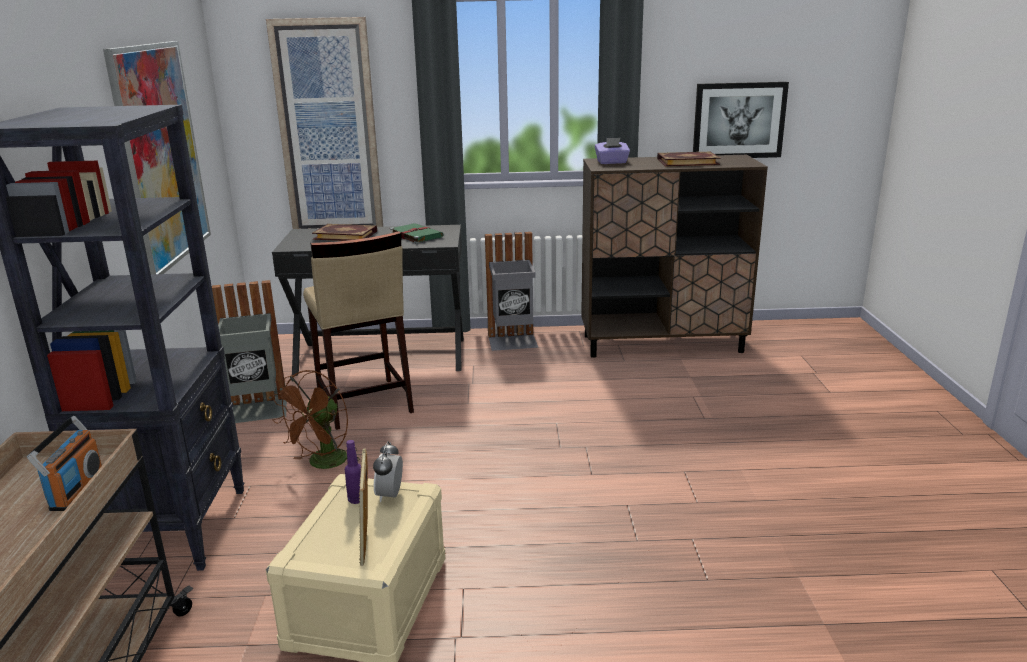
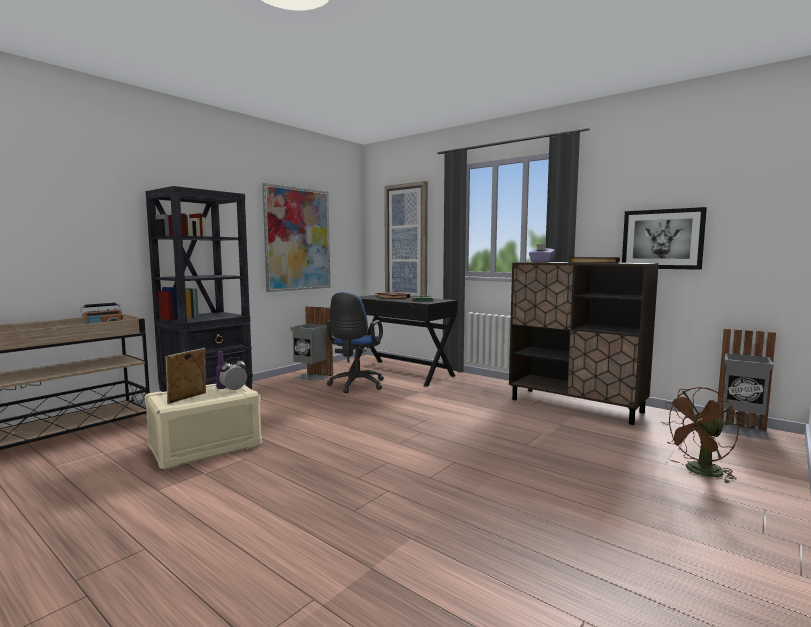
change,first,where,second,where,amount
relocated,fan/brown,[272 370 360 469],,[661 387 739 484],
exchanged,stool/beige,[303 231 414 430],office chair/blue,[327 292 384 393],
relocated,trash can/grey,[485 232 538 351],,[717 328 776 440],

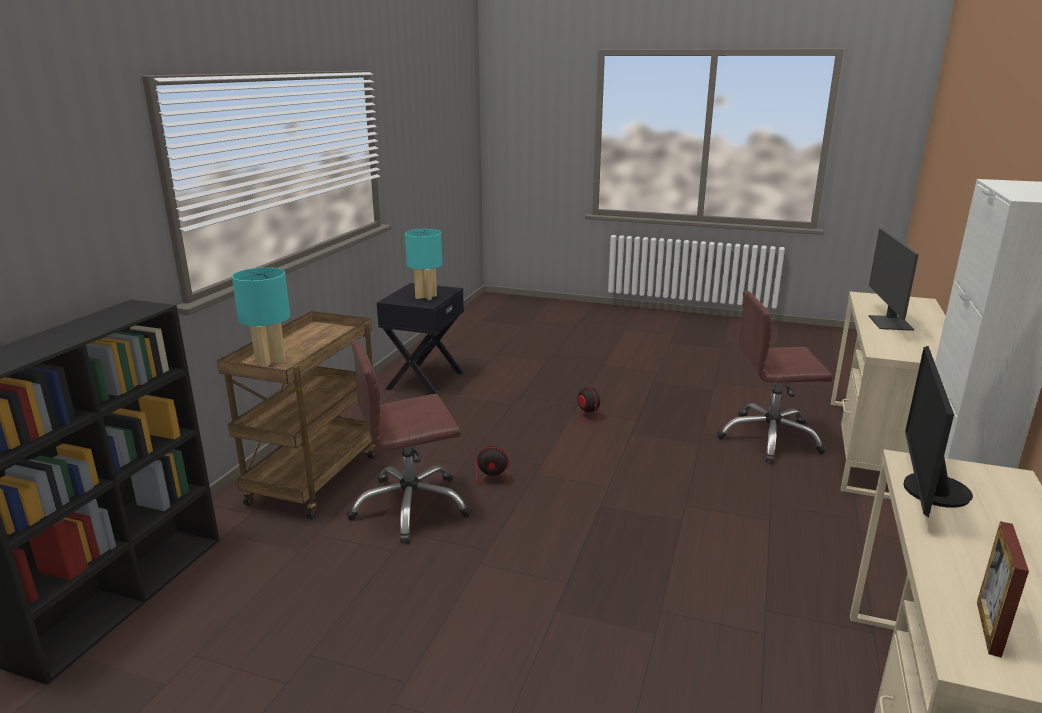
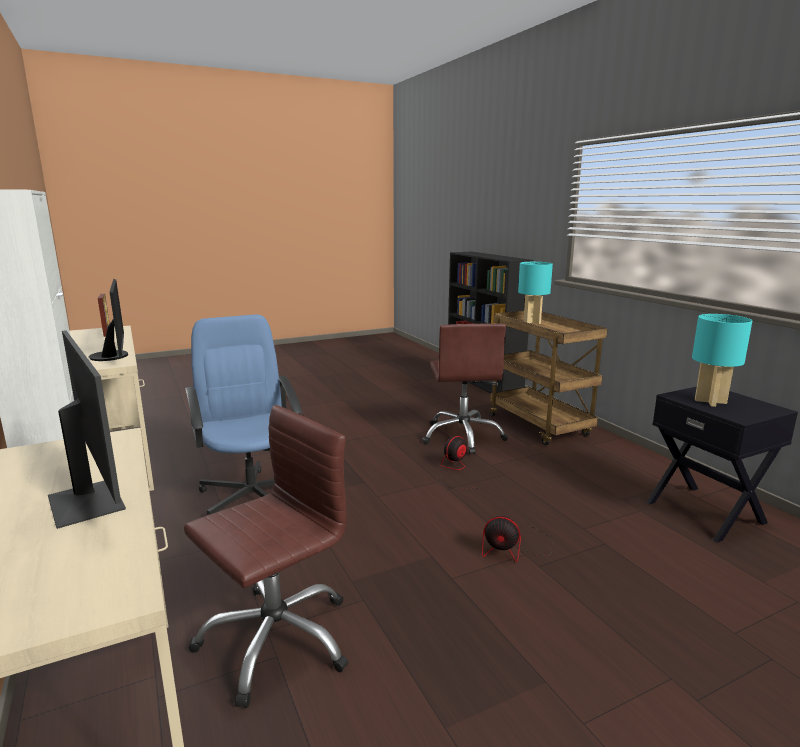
change,first,where,second,where,amount
spun,office chair/brown,[347 339 472 543],,[422 324 508 454],150 degrees clockwise
appeared,,,office chair/blue,[185 314 302 515],

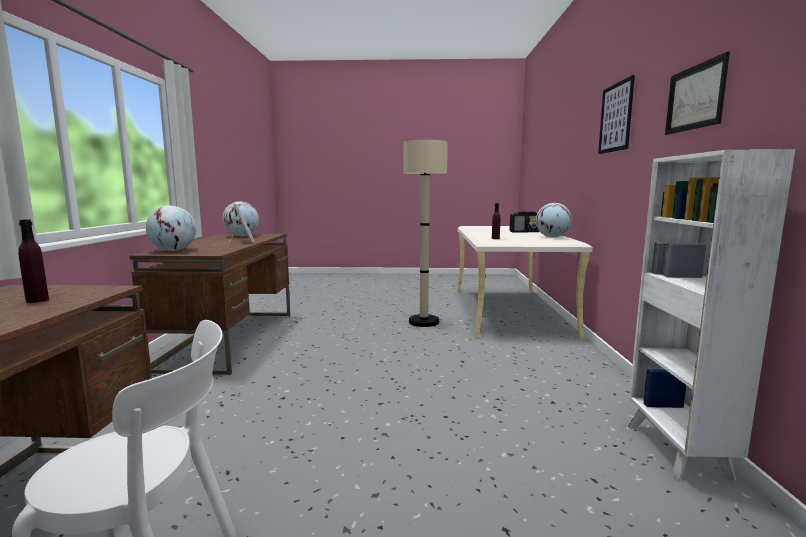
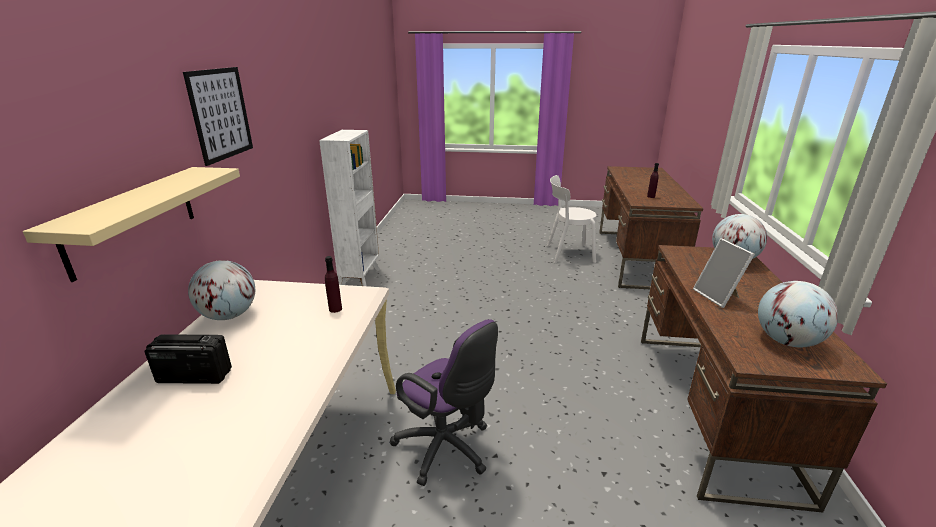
change,first,where,second,where,amount
exchanged,floor lamp/beige,[403 140 448 327],office chair/purple,[390 319 498 486],
missing,picture,[665 52 730 135],,,
appeared,,,shelf/beige,[23 167 240 282],

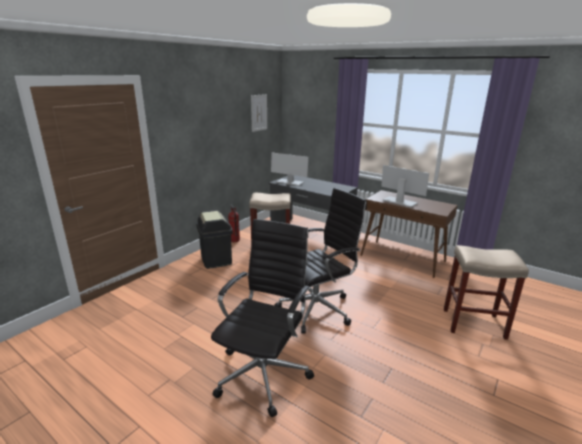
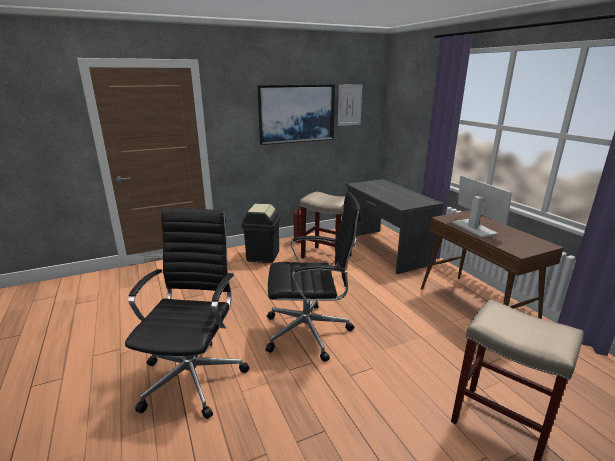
change,first,where,second,where,amount
spun,office chair/black,[211 219 314 417],,[125 208 250 419],45 degrees counterclockwise
missing,monitor,[271 153 309 186],,,
appeared,,,picture,[257 84 335 145],

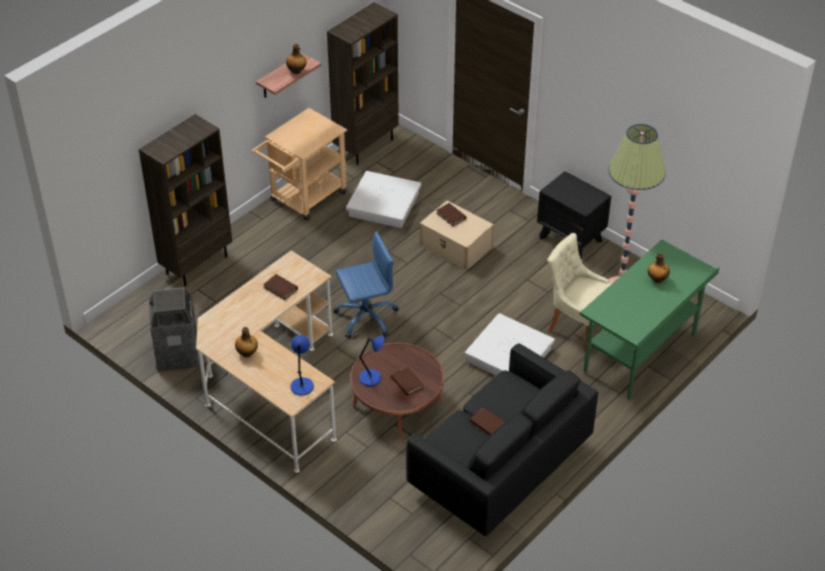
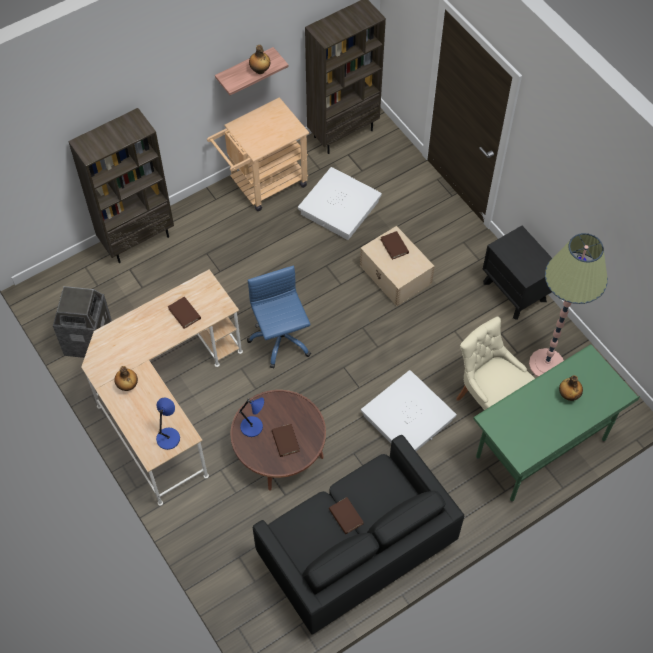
change,first,where,second,where,amount
spun,office chair/blue,[334 231 399 338],,[247 266 311 368],105 degrees counterclockwise

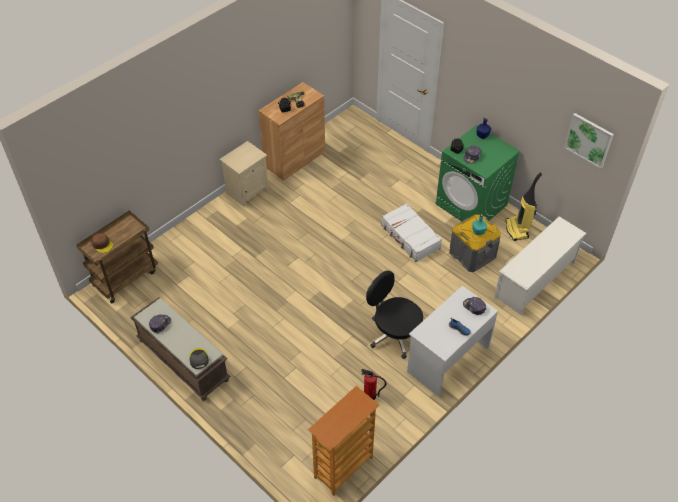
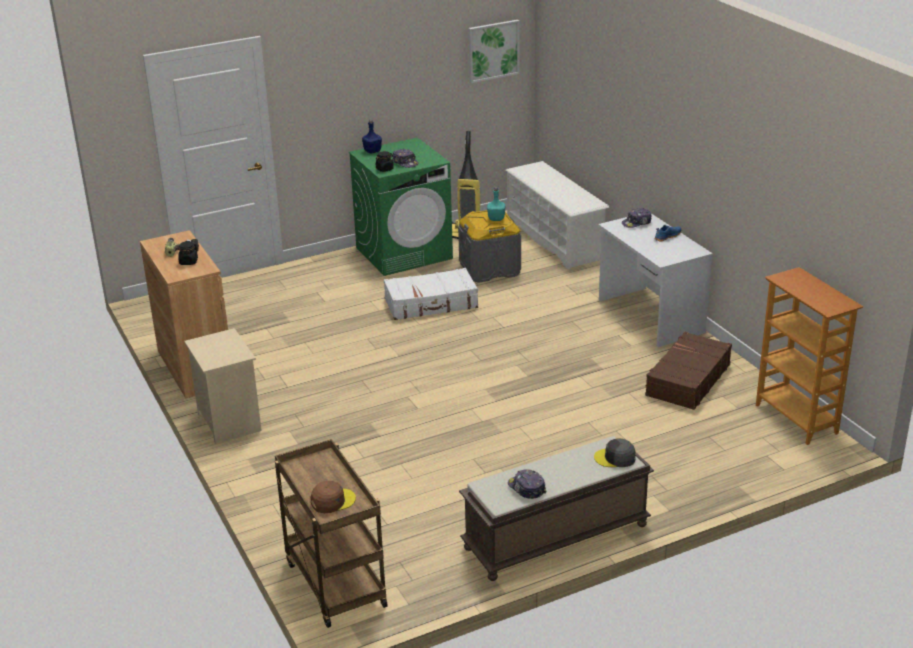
change,first,where,second,where,amount
exchanged,fire extinguisher,[361 369 386 400],suitcase/brown,[645 332 732 410],
missing,office chair/black,[366 271 423 359],,,

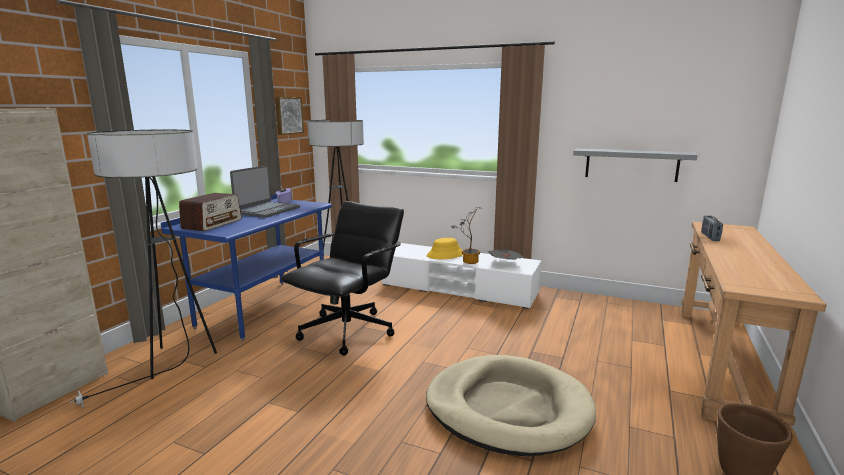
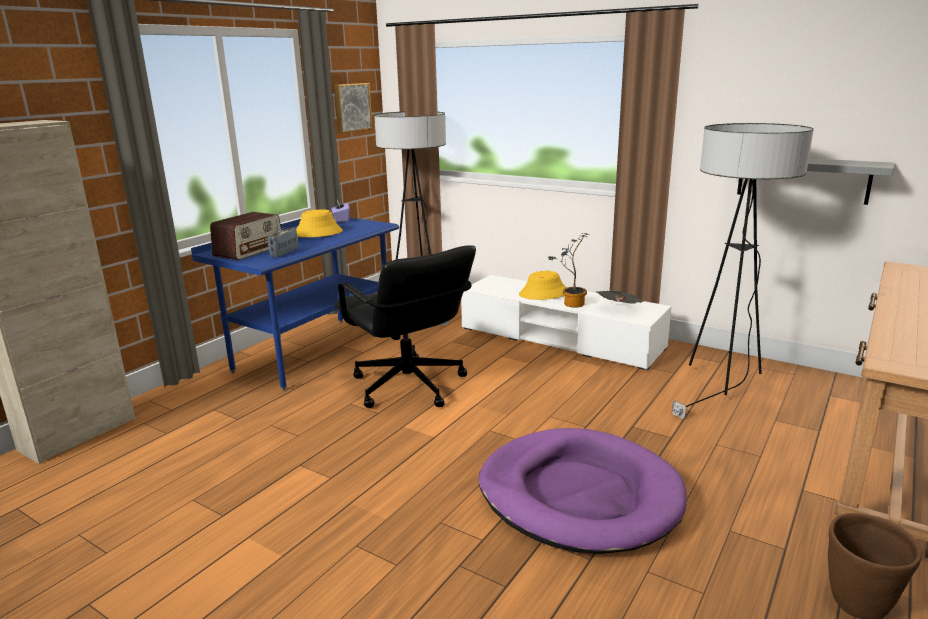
change,first,where,second,where,amount
relocated,floor lamp,[69 129 217 408],,[671 123 814 419],
exchanged,laptop,[230 165 300 218],hat/yellow,[296 209 343 237],
spun,office chair/black,[281 201 404 355],,[334 245 476 408],105 degrees clockwise
colour,dog bed/beige,[426 355 596 456],dog bed/purple,[479 428 687 554],
relocated,radio,[701 216 723 241],,[268 228 298 258],

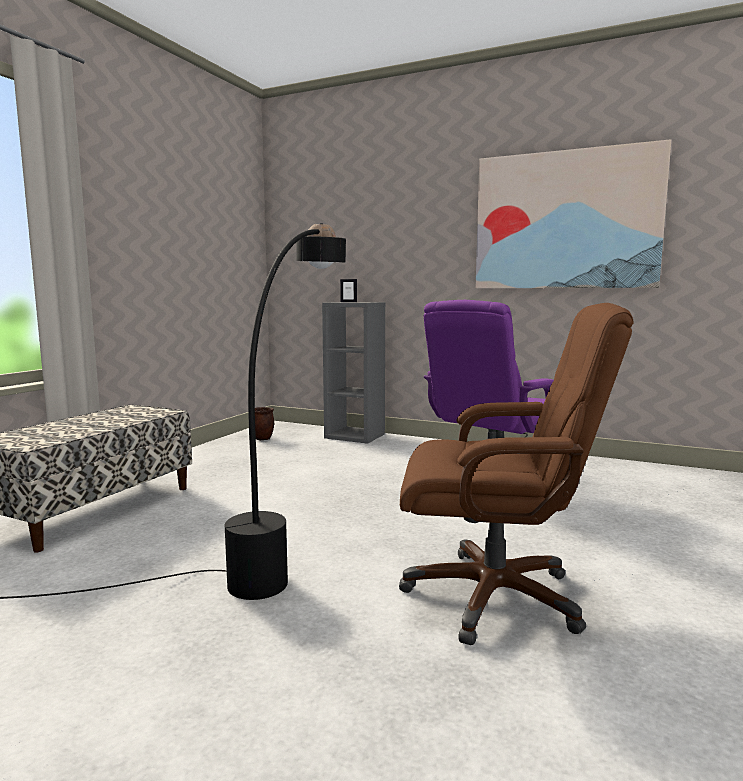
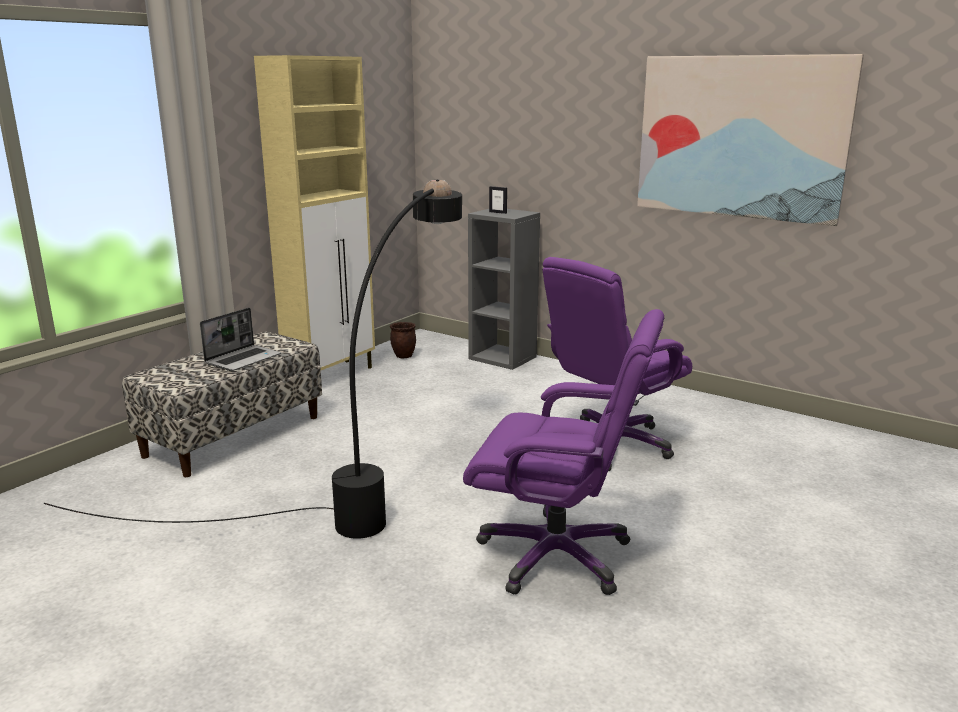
change,first,where,second,where,amount
colour,office chair/brown,[399 303 634 645],office chair/purple,[463 309 664 595],
appeared,,,laptop,[200 308 281 371],
appeared,,,cabinet/beige,[254 55 375 370],

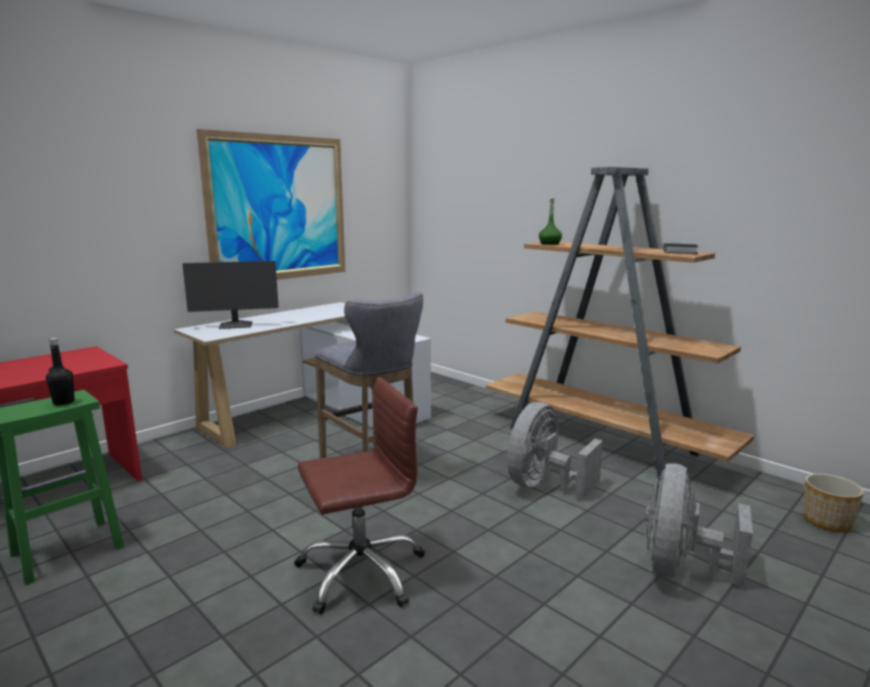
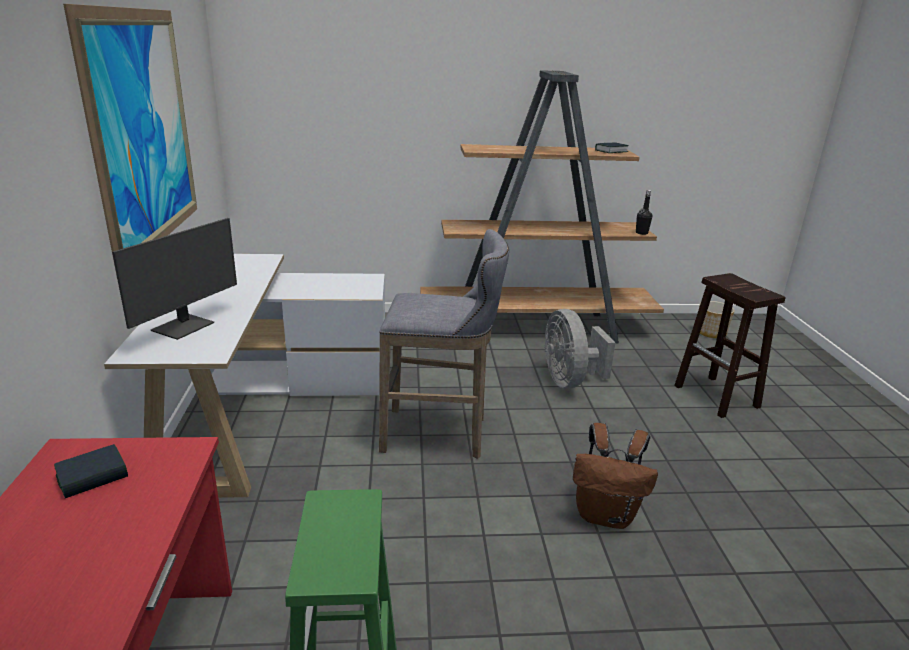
change,first,where,second,where,amount
relocated,bottle/black,[46 338 75 406],,[636 190 652 235],
exchanged,office chair/brown,[294 377 425 614],backpack/brown,[573 423 658 529],
missing,bottle/green,[539 199 562 245],,,
exchanged,fan/grey,[645 463 753 587],stool/brown,[674 273 785 418],
appeared,,,book,[54 444 128 498],

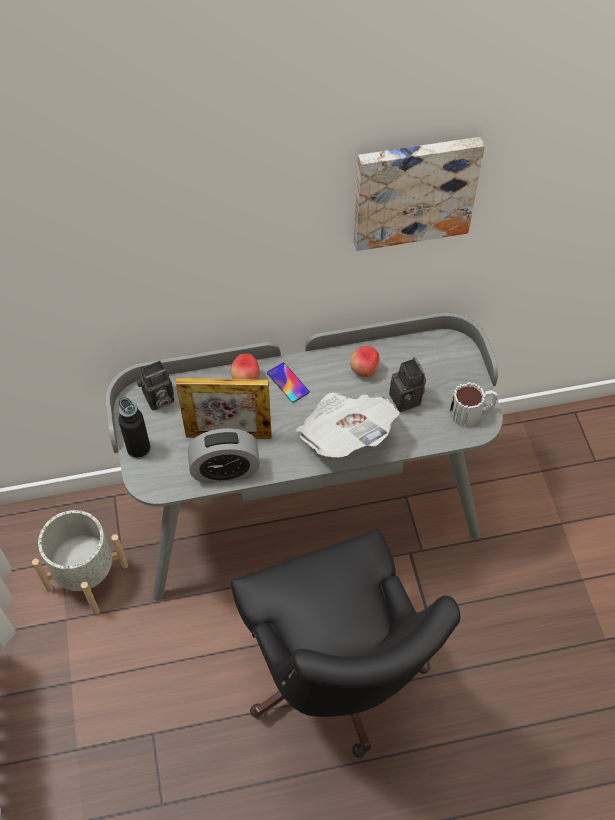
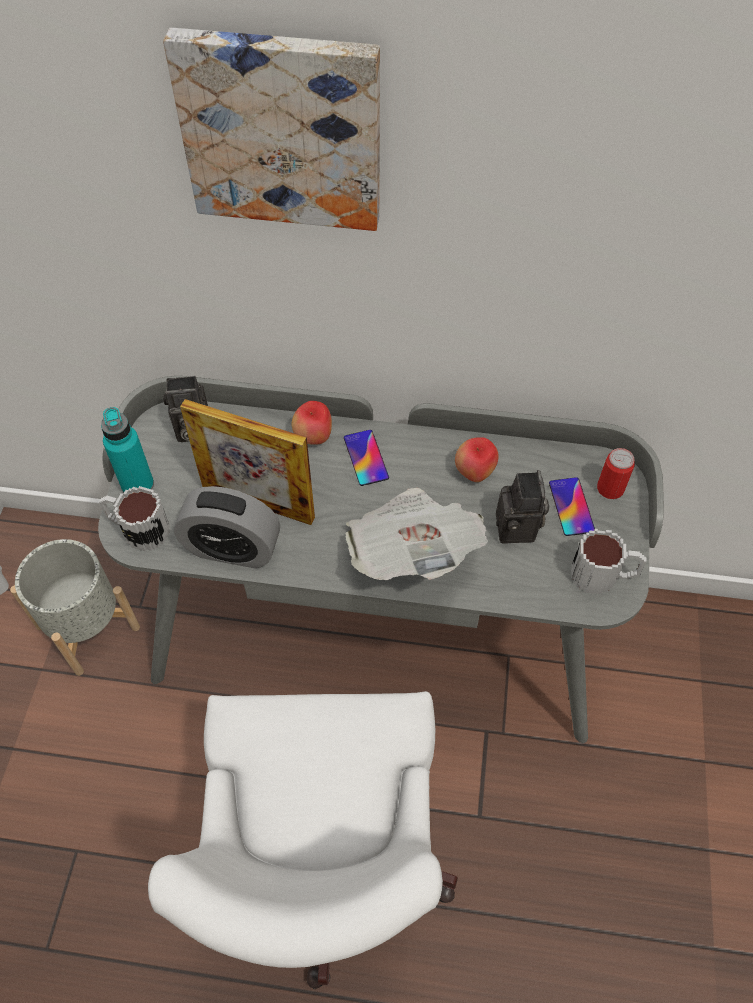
change,first,where,second,where,amount
colour,bottle/black,[118 398 151 459],bottle/turquoise,[101 407 154 493],
colour,office chair/black,[231 529 460 758],office chair/white,[148 691 458 989],
relocated,picture,[353 137 485 251],,[163 28 380 231],
appeared,,,mug,[99 486 170 552],
appeared,,,phone,[549 477 595 536],
appeared,,,can,[597 448 635 499],

